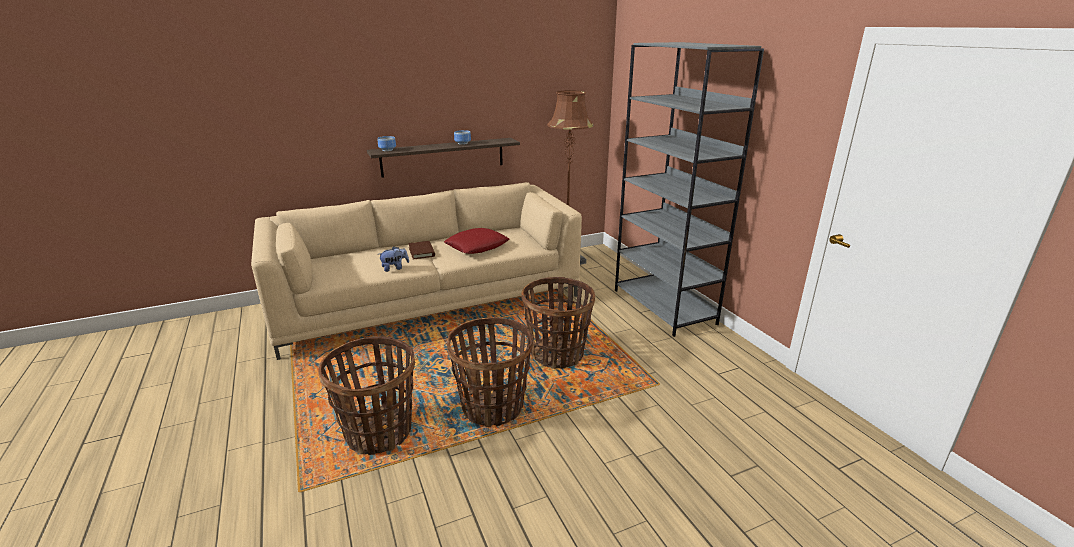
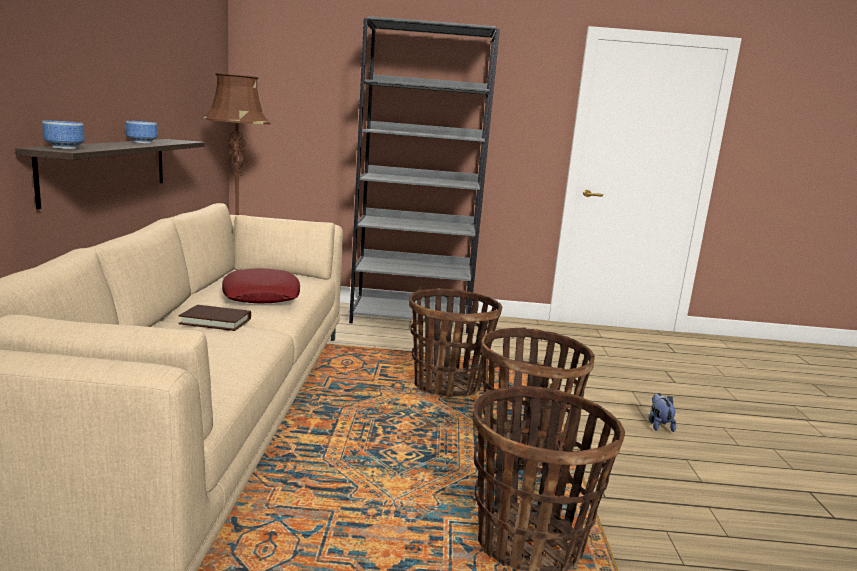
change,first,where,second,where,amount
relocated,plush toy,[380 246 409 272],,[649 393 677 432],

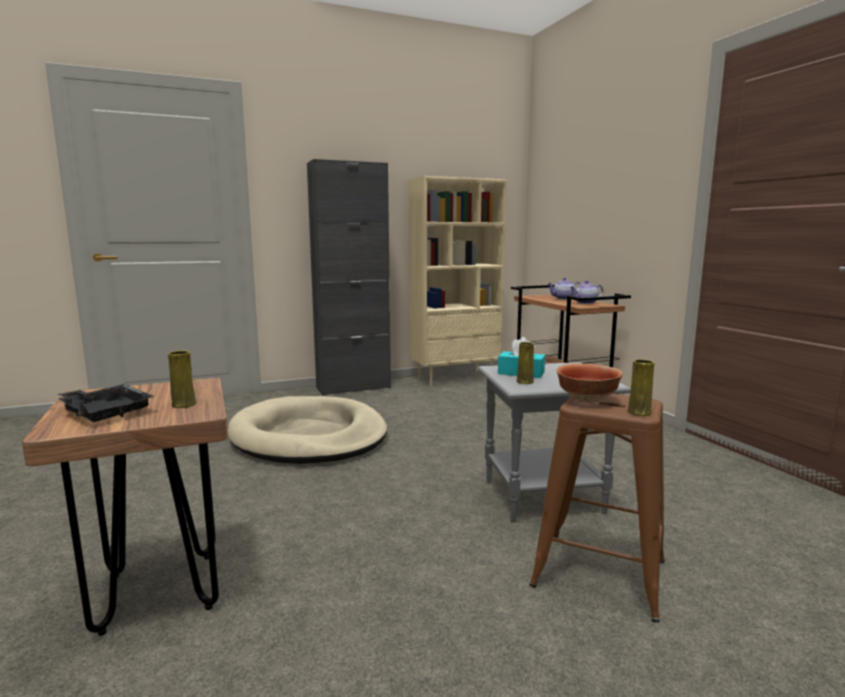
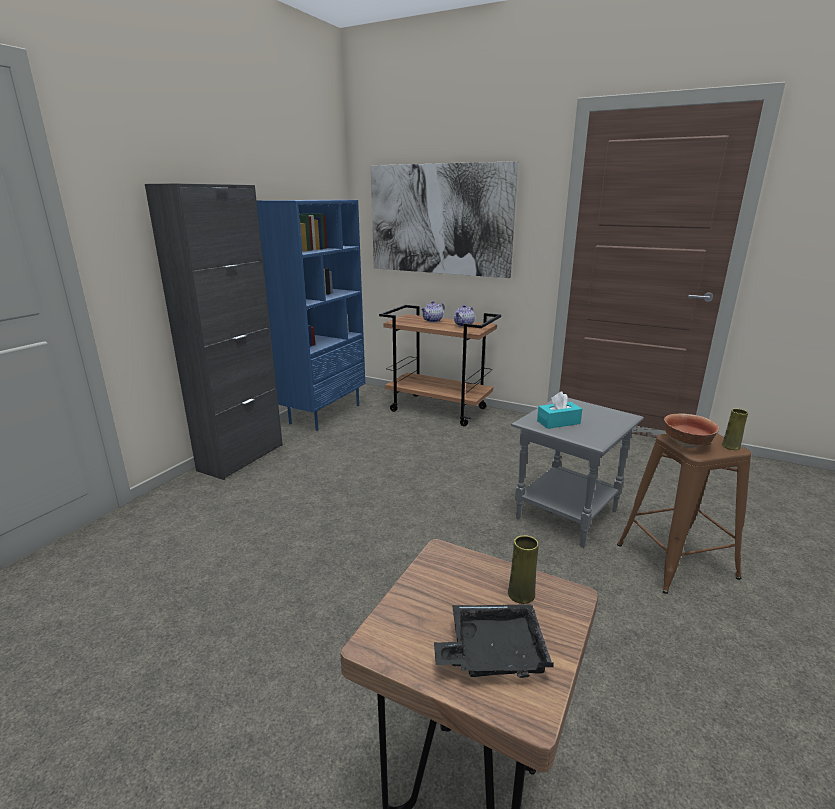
change,first,where,second,where,amount
missing,dog bed/beige,[227 396 387 464],,,
colour,bookcase/beige,[408 176 507 386],bookcase/blue,[257 200 365 431],
missing,vase/yellow,[517 342 534 384],,,
appeared,,,picture,[371 161 518 278],

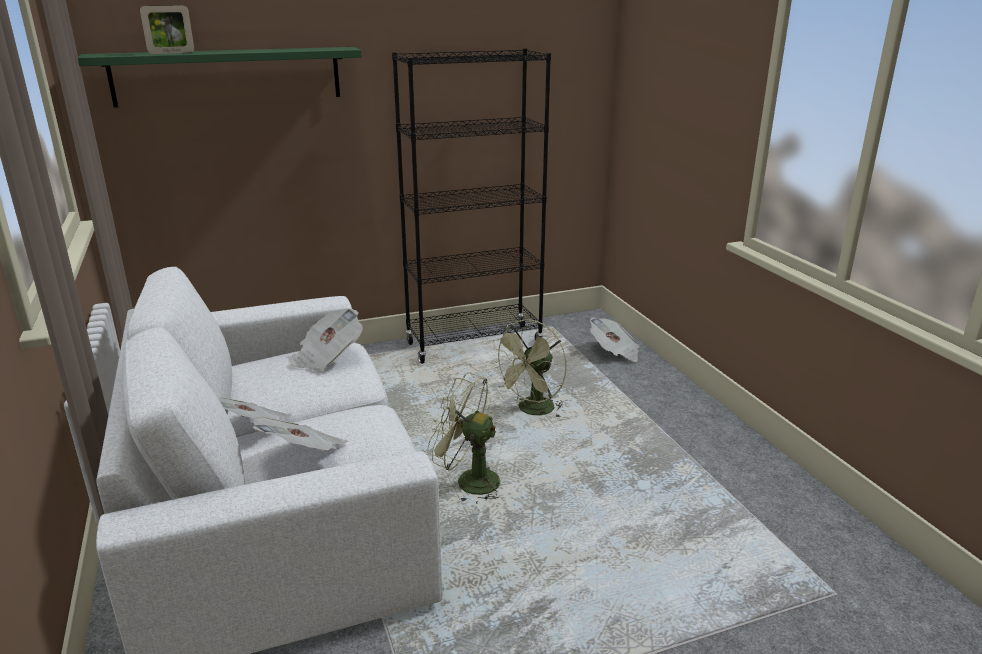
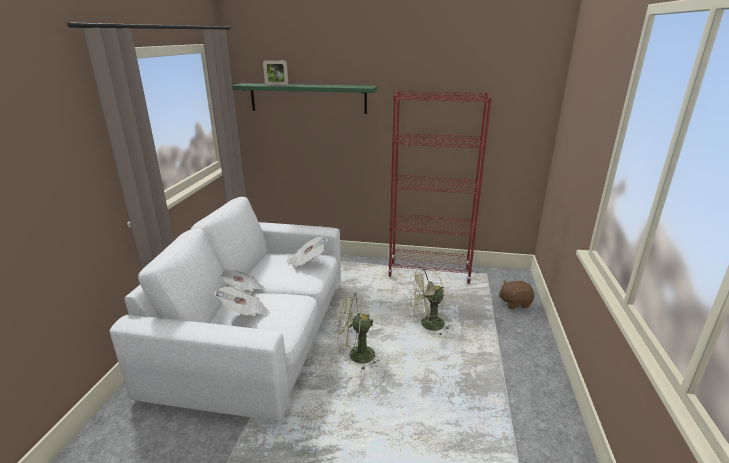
change,first,where,second,where,amount
colour,bookcase/black,[392 48 551 364],bookcase/red,[388 90 492 284],
spun,fan/green,[427 373 500 504],,[337 292 381 369],60 degrees counterclockwise
exchanged,newspaper,[590 317 640 362],plush toy/brown,[499 280 535 309],

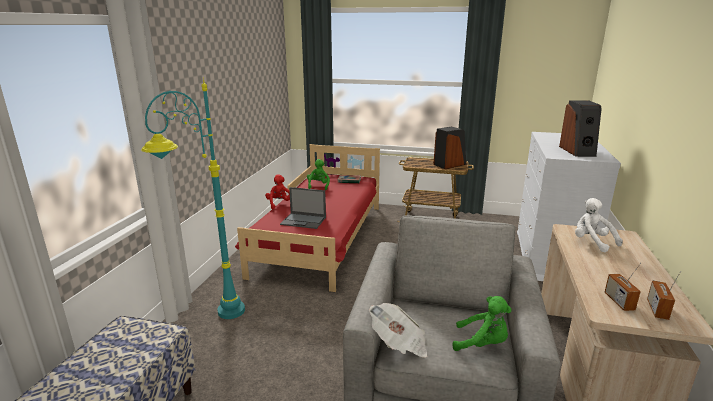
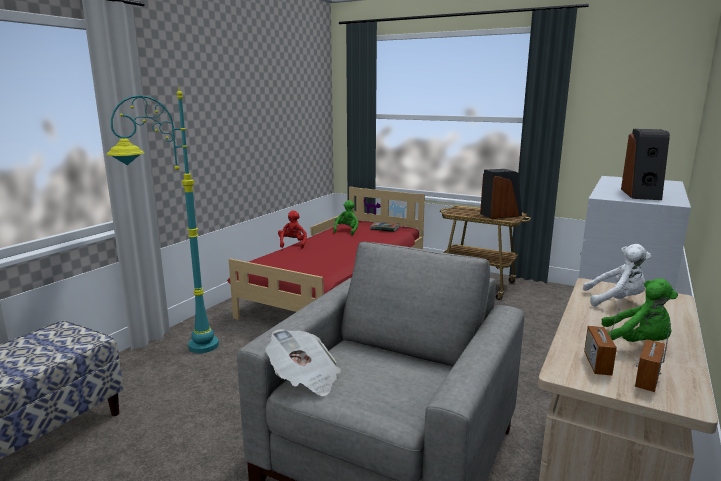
change,first,where,second,where,amount
missing,laptop,[280 187 326 229],,,
relocated,plush toy/green,[452 296 512 351],,[602 278 678 342],
spun,plush toy/white,[575 198 623 252],,[583 244 651 306],120 degrees clockwise

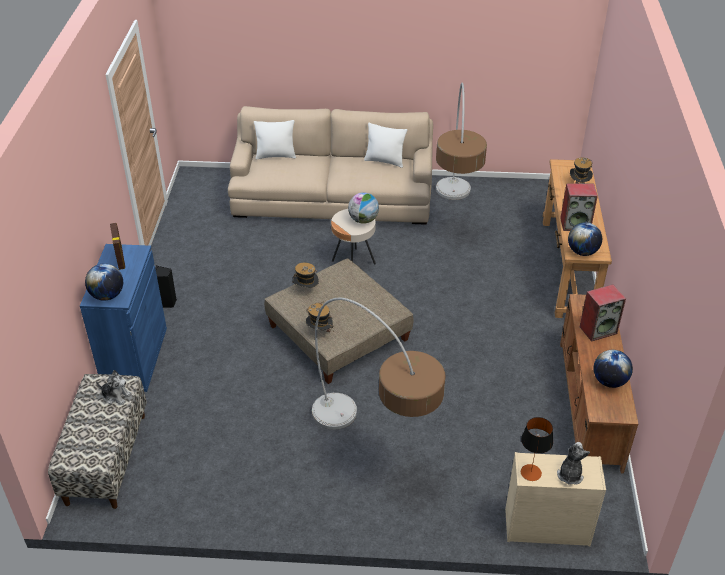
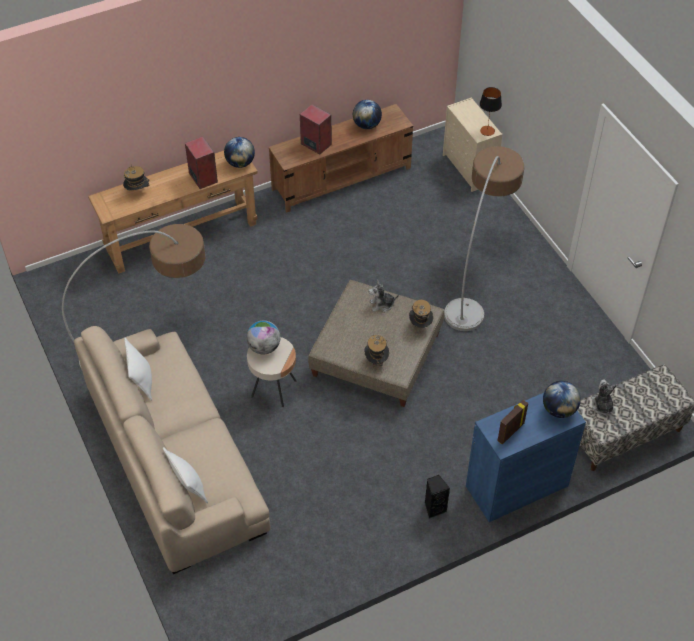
change,first,where,second,where,amount
relocated,plush toy,[557 442 590 485],,[369 280 399 312],

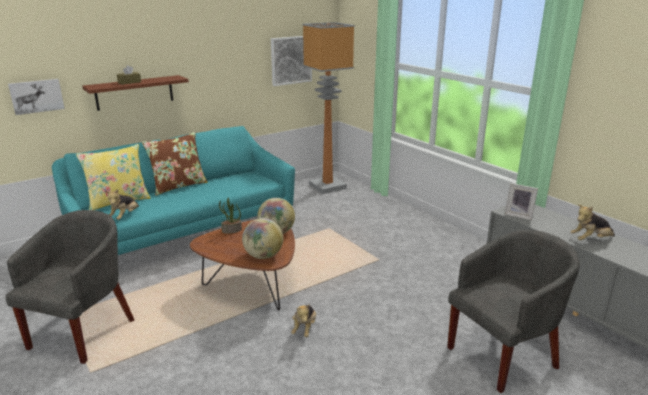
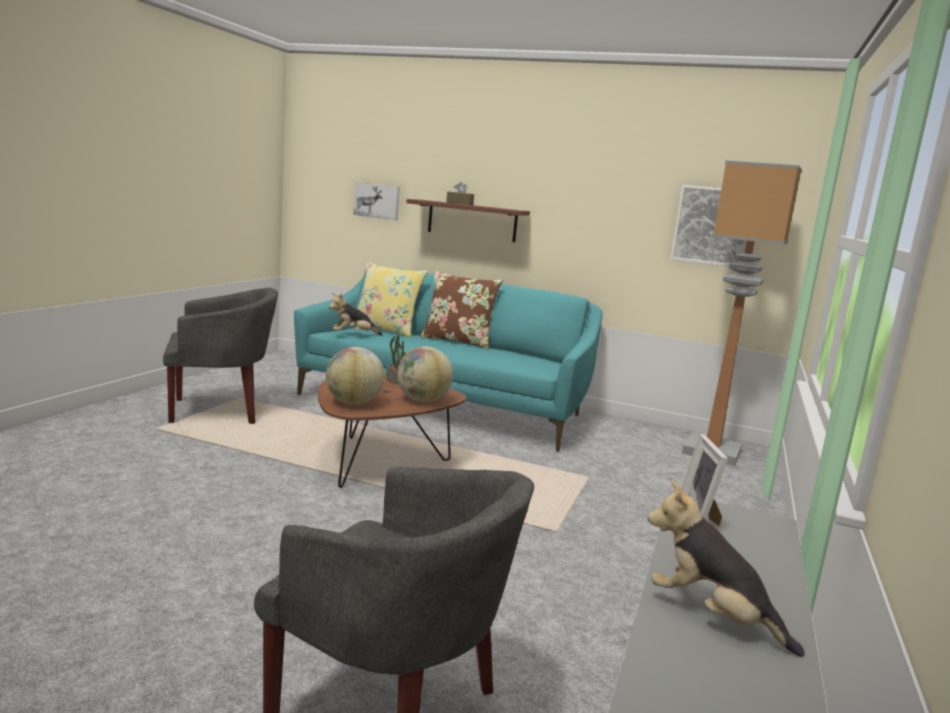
change,first,where,second,where,amount
missing,plush toy,[291 303 316 337],,,

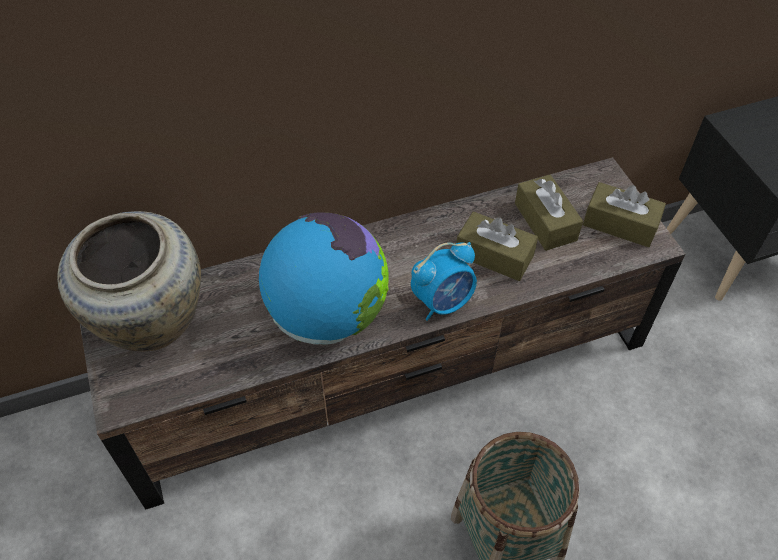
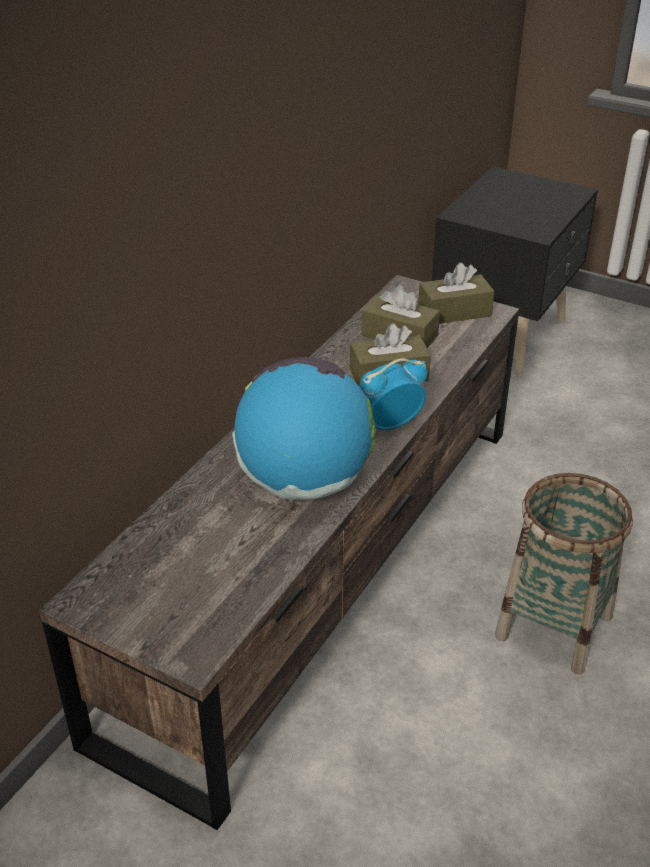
change,first,where,second,where,amount
missing,vase/beige,[57 211 201 351],,,
spun,alarm clock,[411 242 477 321],,[359 359 427 430],135 degrees counterclockwise

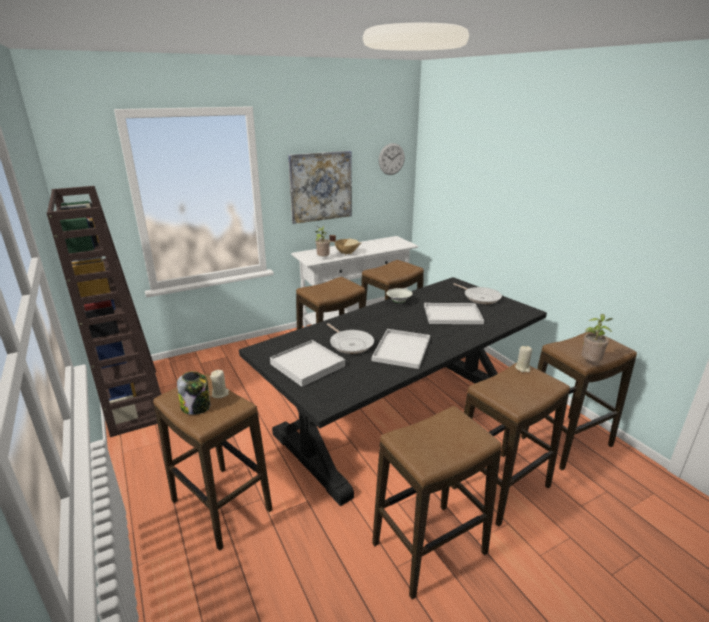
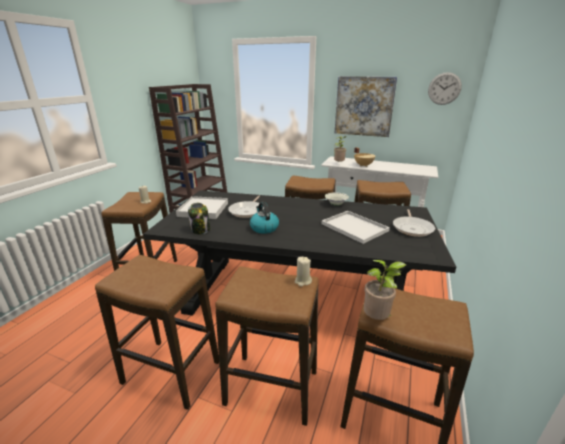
change,first,where,second,where,amount
relocated,jar,[177 371 210 415],,[188 203 210 235],
exchanged,tray/white,[372 329 430 369],kettle,[250 202 279 234],

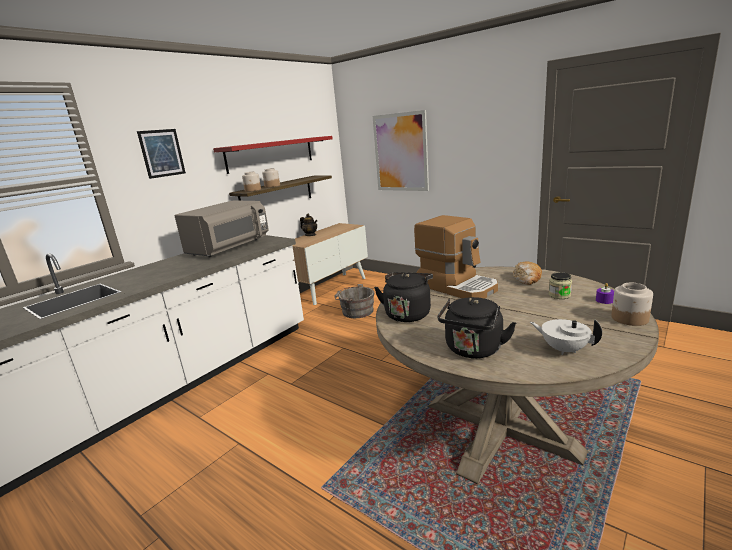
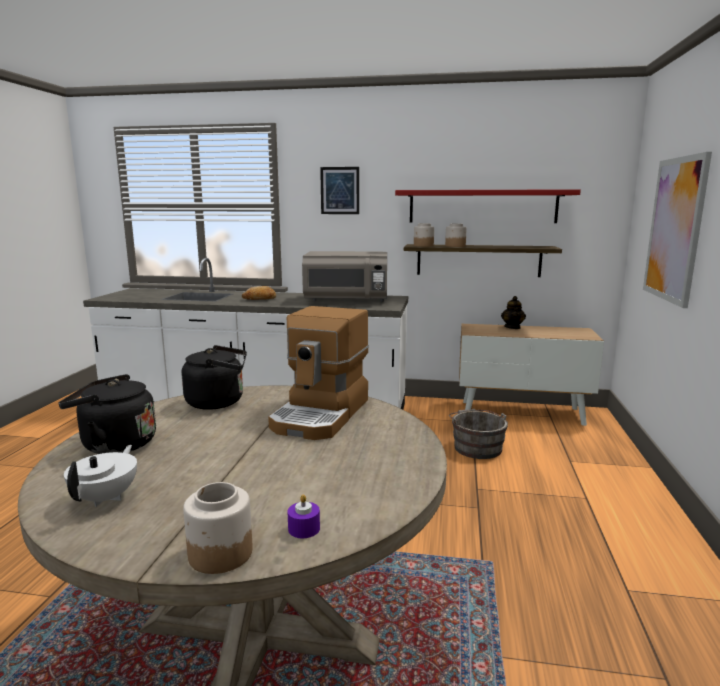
change,first,where,second,where,amount
relocated,bread,[513 261 542 285],,[242 286 276 300],
missing,jar,[549 272 572 299],,,

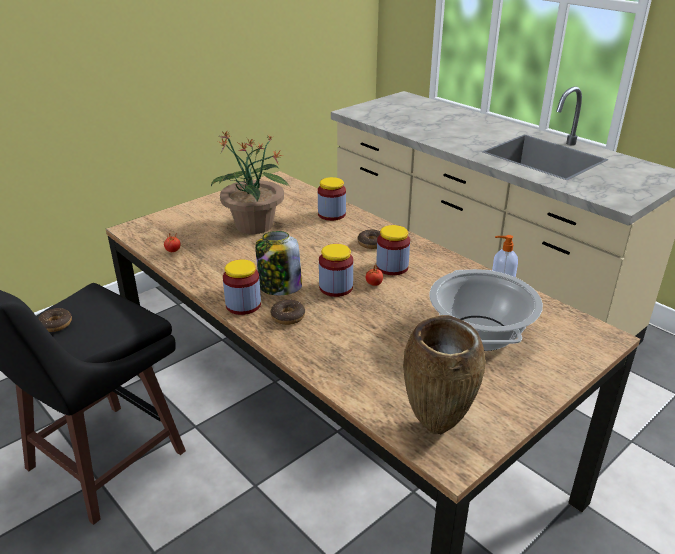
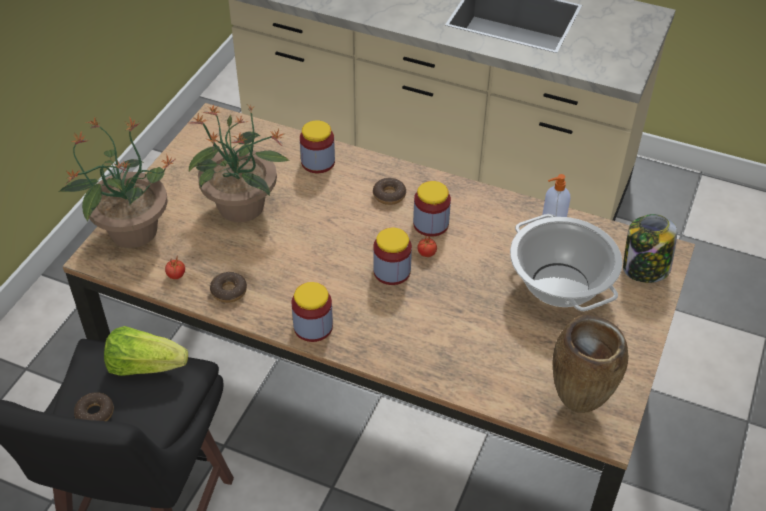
change,first,where,second,where,amount
relocated,jar,[255 231 302 295],,[623 214 677 283],
relocated,donut,[271 299 305 325],,[210 272 247 303],
appeared,,,potted plant,[59 116 175 248],
appeared,,,lettuce,[104 326 188 376],

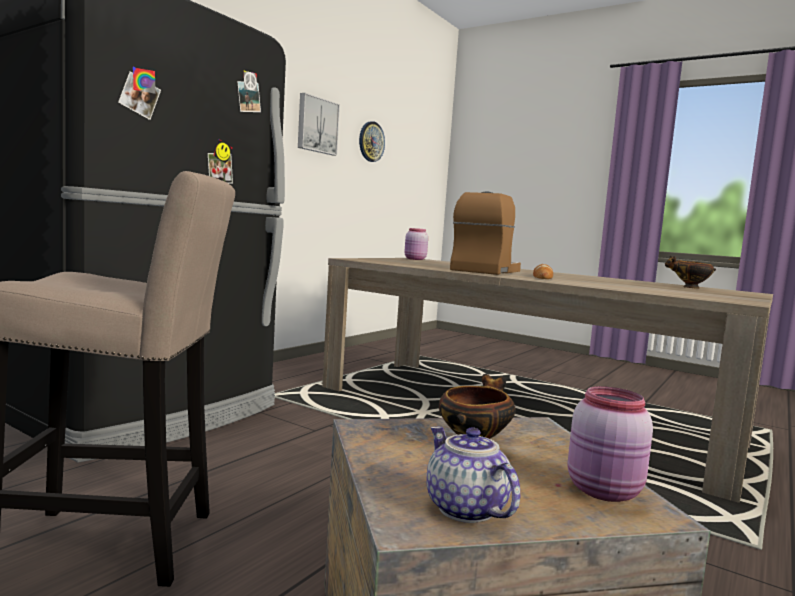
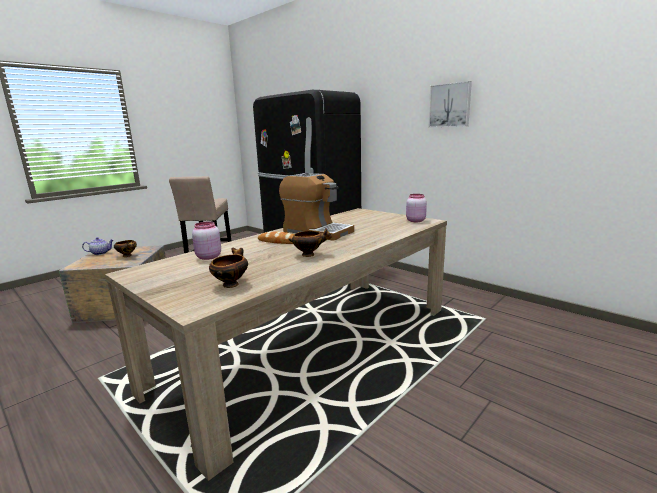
change,first,where,second,where,amount
missing,wall clock,[359 121 385 162],,,
relocated,jar/pink,[567 386 653 502],,[192 221 221 260],
appeared,,,bowl,[289 228 332 257],

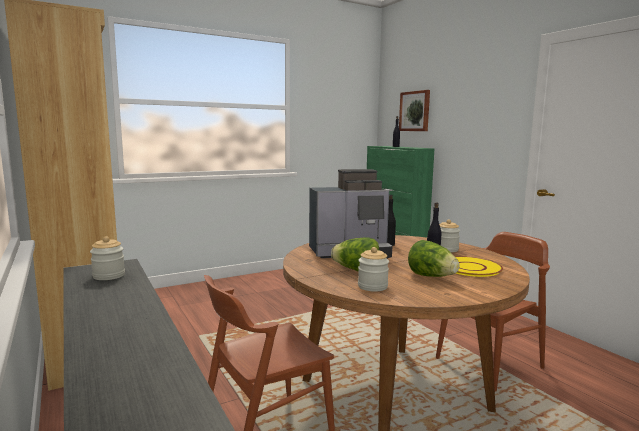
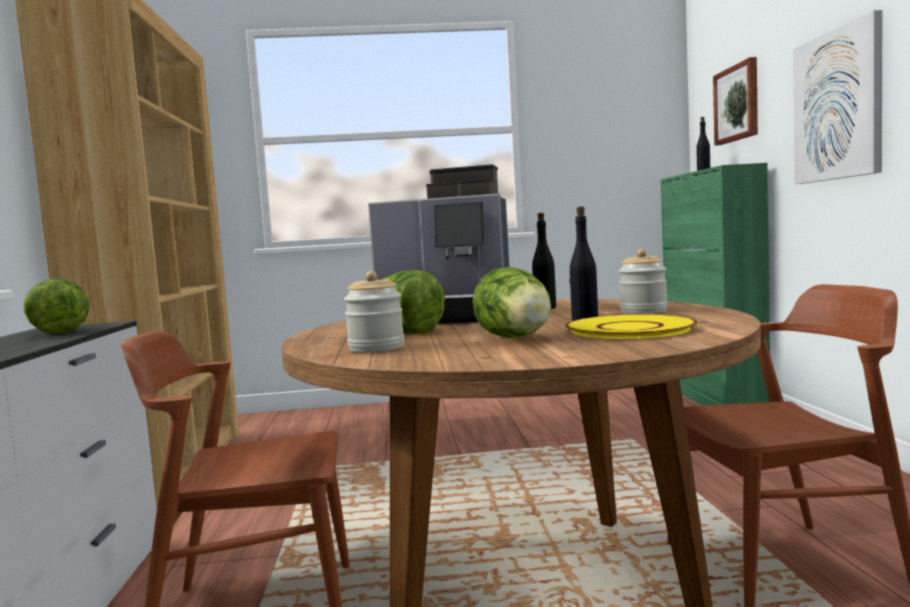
change,first,where,second,where,amount
exchanged,jar,[90 236 125 280],lettuce,[23 279 89 334],
appeared,,,picture,[793 10 882 184],

